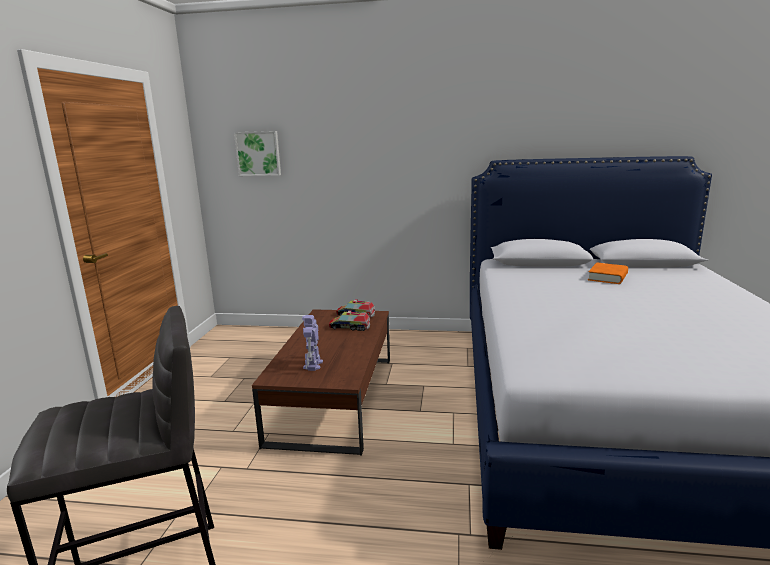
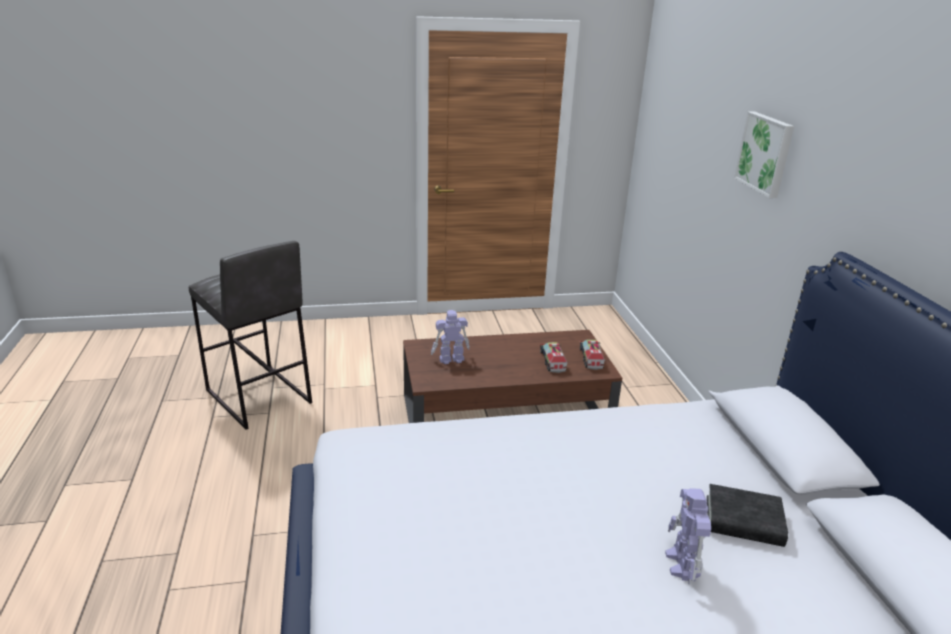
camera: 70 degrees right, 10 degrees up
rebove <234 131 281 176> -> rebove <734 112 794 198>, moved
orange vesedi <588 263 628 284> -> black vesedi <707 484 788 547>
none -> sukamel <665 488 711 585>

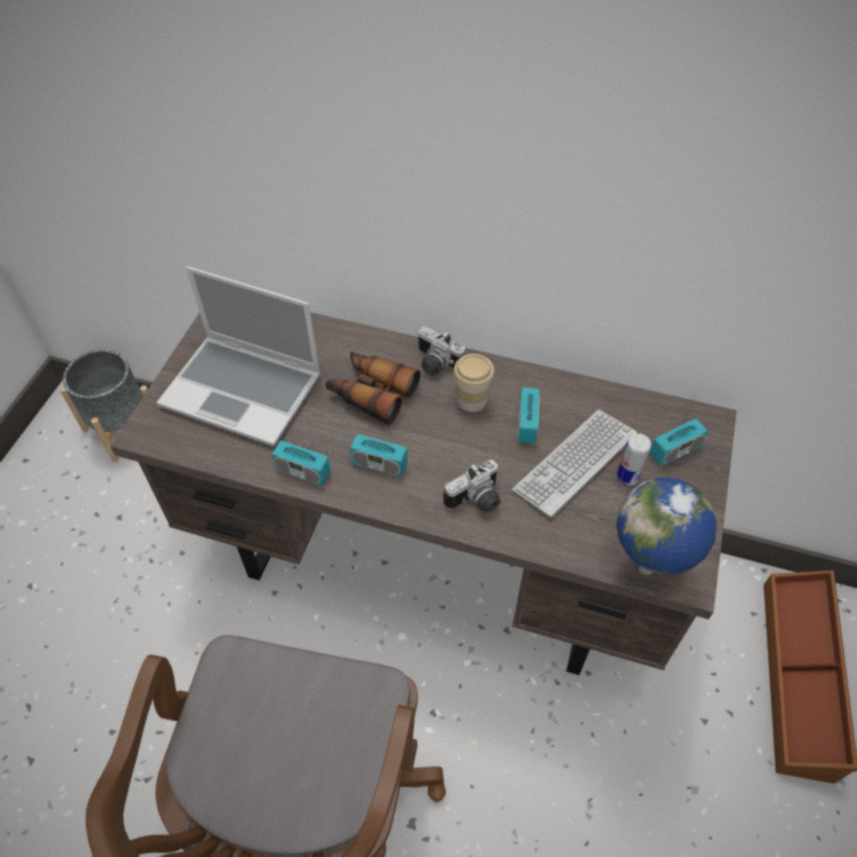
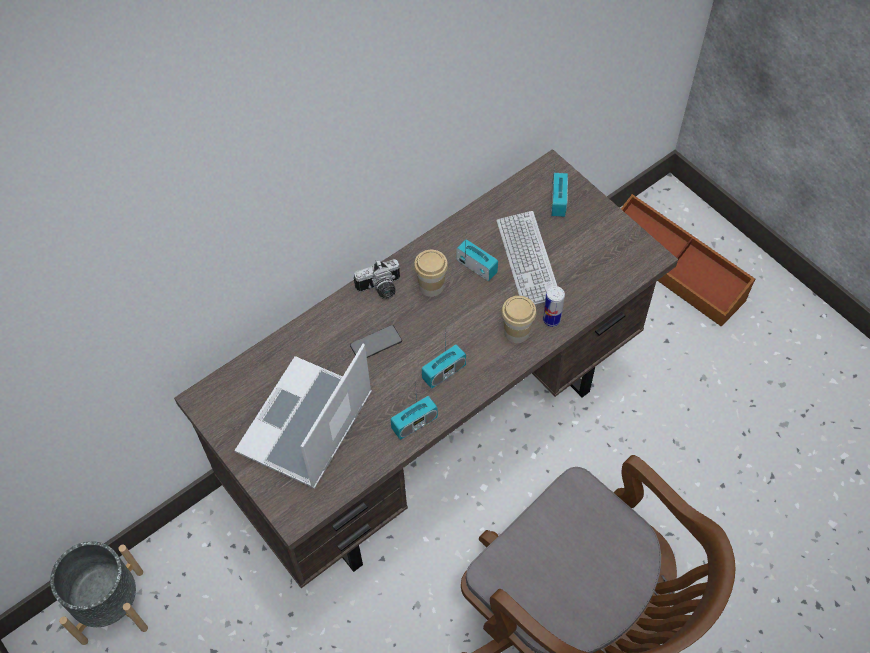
camera: 55 degrees left, 5 degrees up
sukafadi <156 266 321 447> -> sukafadi <234 344 372 489>, 150 degrees clockwise
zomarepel <326 352 421 425> -> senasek <350 325 402 358>
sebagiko <617 433 651 486> -> sebagiko <543 286 565 327>, moved
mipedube <443 460 501 513> -> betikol <501 296 537 343>
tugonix <616 477 717 575> -> none

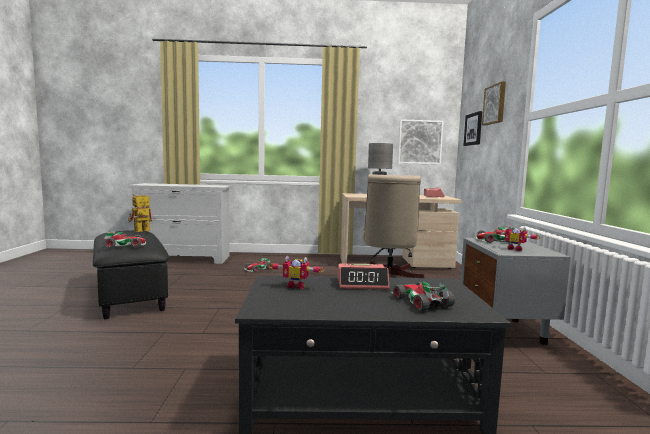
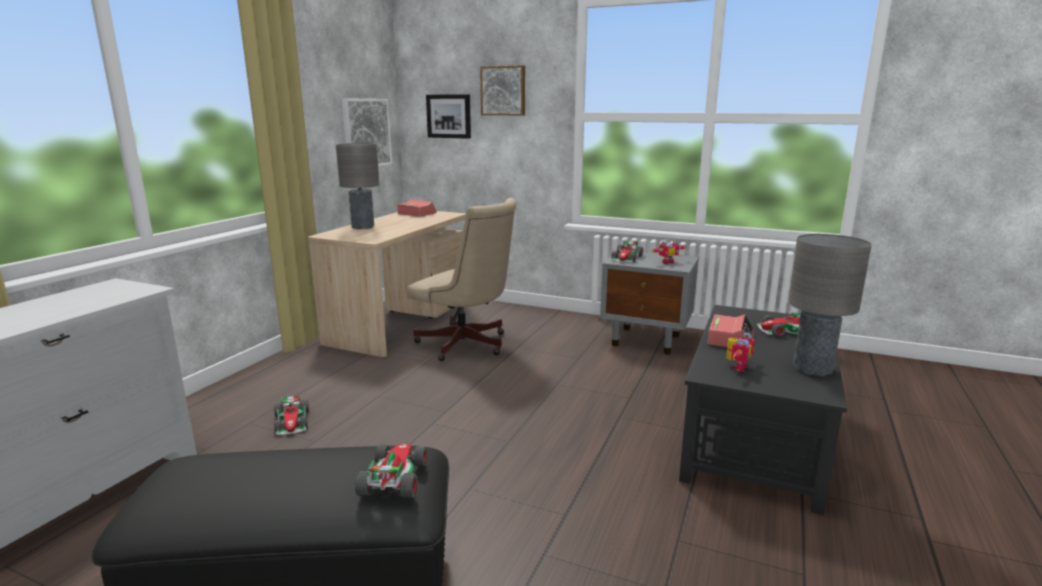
camera: 65 degrees left, 10 degrees up
sukamel <128 194 152 232> -> none
none -> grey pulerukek <788 234 872 377>

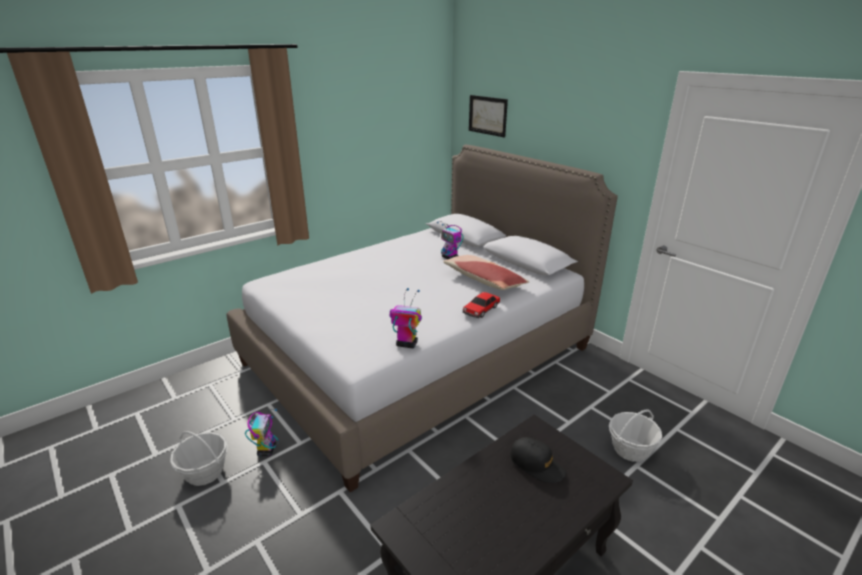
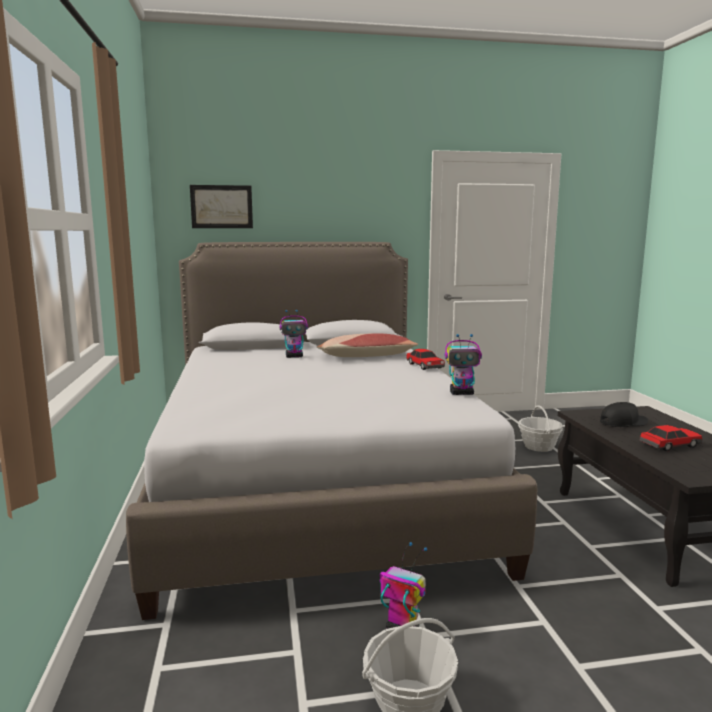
camera: 60 degrees left, 15 degrees down
sukamel <390 288 422 348> -> sukamel <444 334 482 395>, 135 degrees counterclockwise
none -> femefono <640 425 702 451>

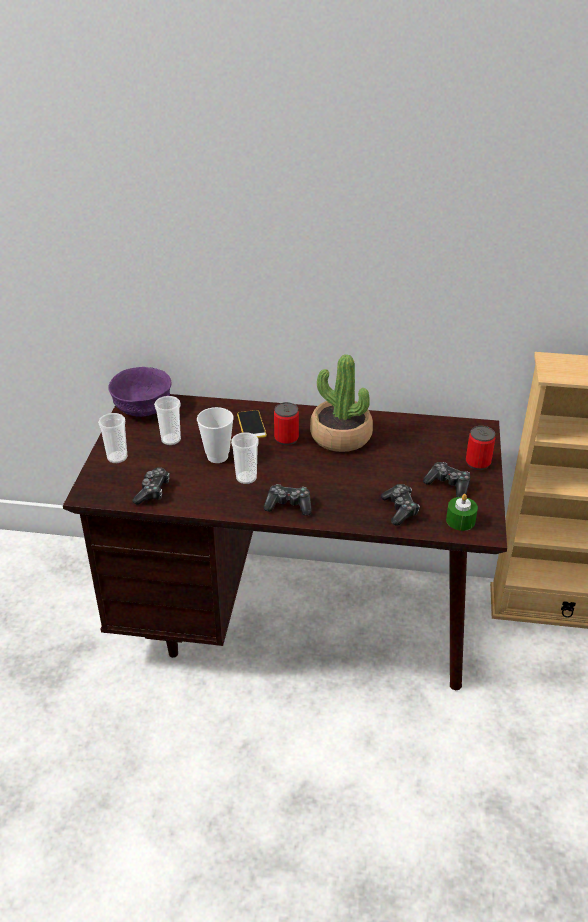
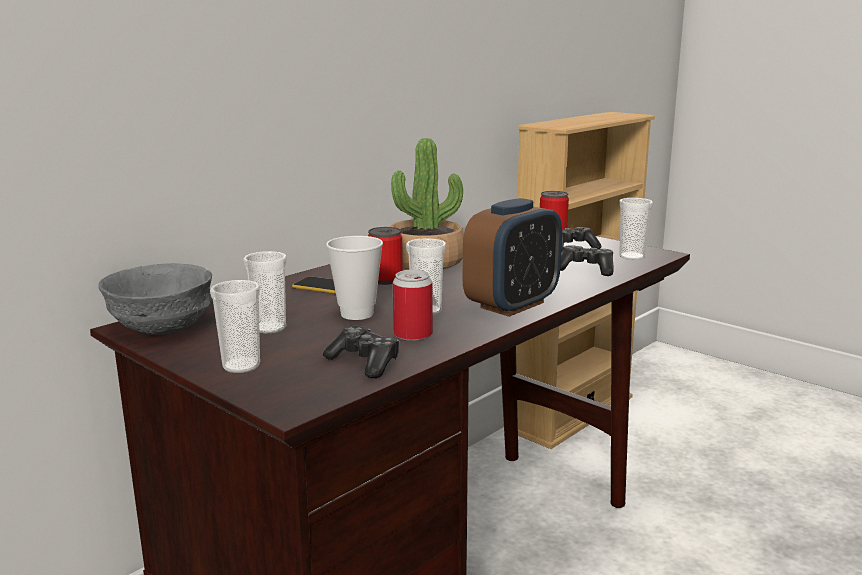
camera: 55 degrees left, 20 degrees down
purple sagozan <109 367 171 417> -> grey sagozan <98 263 212 335>
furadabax <263 484 312 516> -> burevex <462 198 562 317>
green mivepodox <446 494 478 531> -> betikol <619 198 653 260>
none -> sebagiko <393 270 433 341>

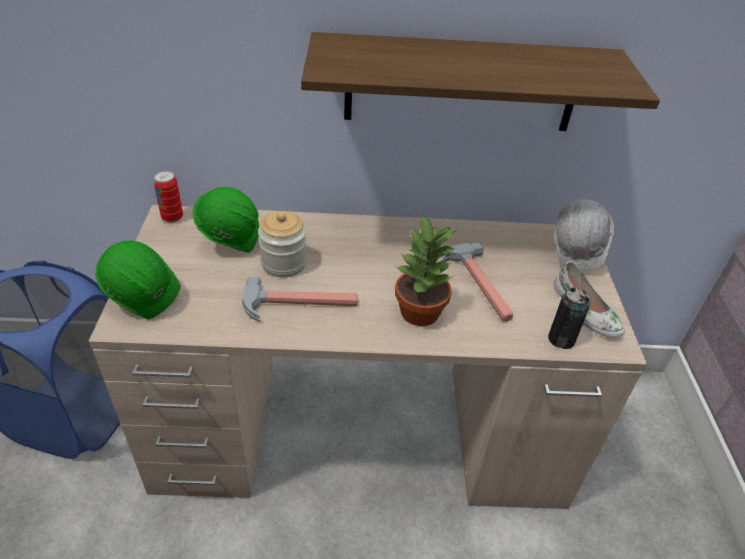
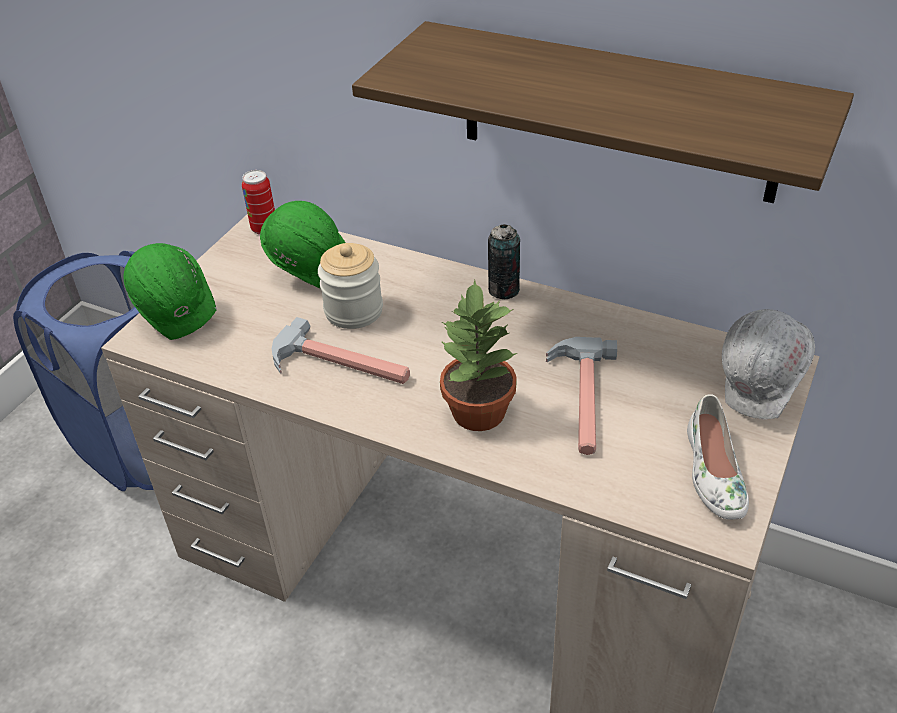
camera: 30 degrees right, 0 degrees up
sebagiko <548 288 590 349> -> sebagiko <488 224 520 299>, moved

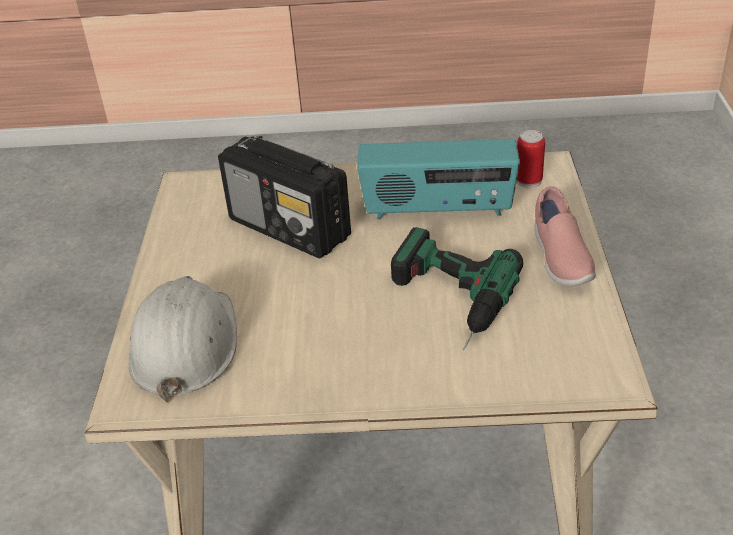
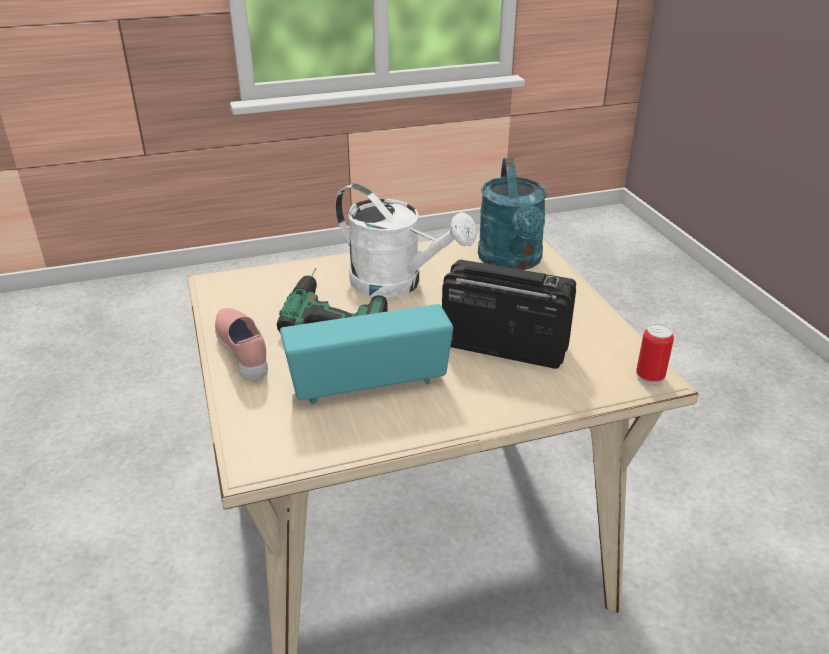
camera: 160 degrees right, 5 degrees down
sebagiko <517 130 545 188> -> sebagiko <636 324 674 385>, moved
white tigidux <129 276 237 402> -> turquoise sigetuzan <478 158 547 270>
none -> white sigetuzan <335 184 477 297>

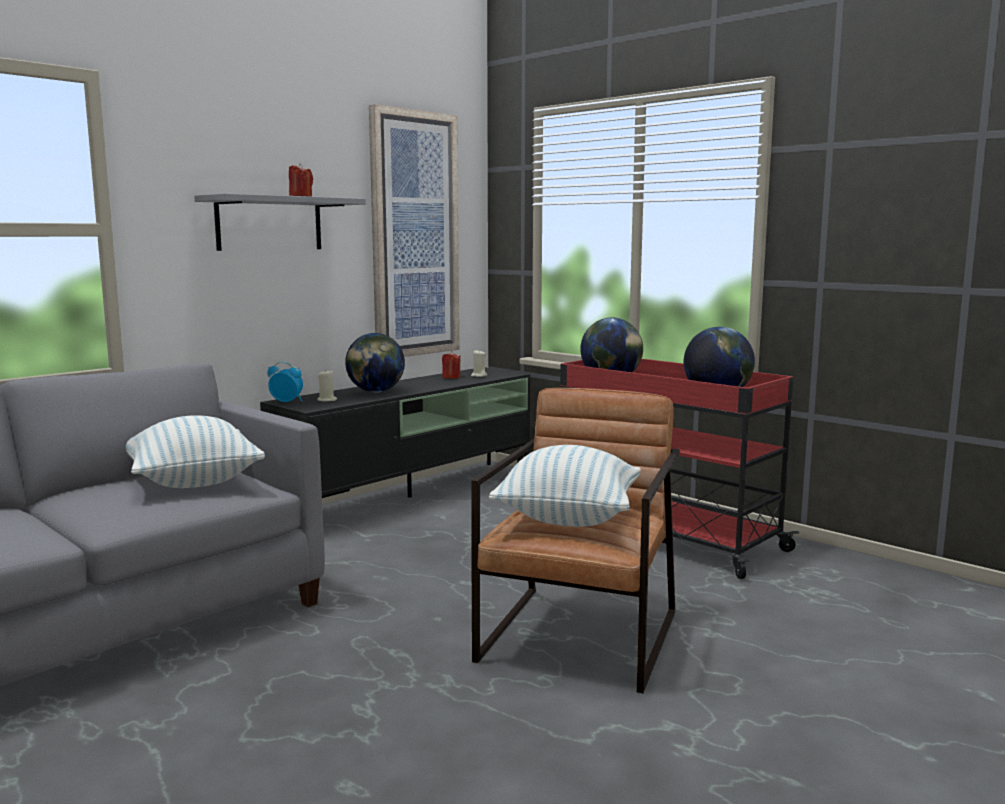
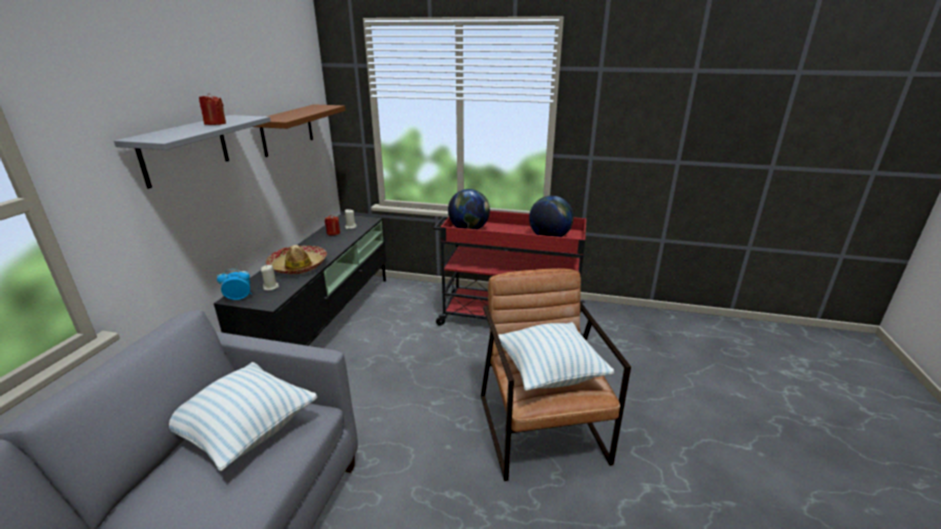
camera: 30 degrees left, 15 degrees up
rebove <369 104 459 357> -> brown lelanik <253 104 346 157>
tugonix <345 333 405 393> -> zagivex <266 245 327 274>

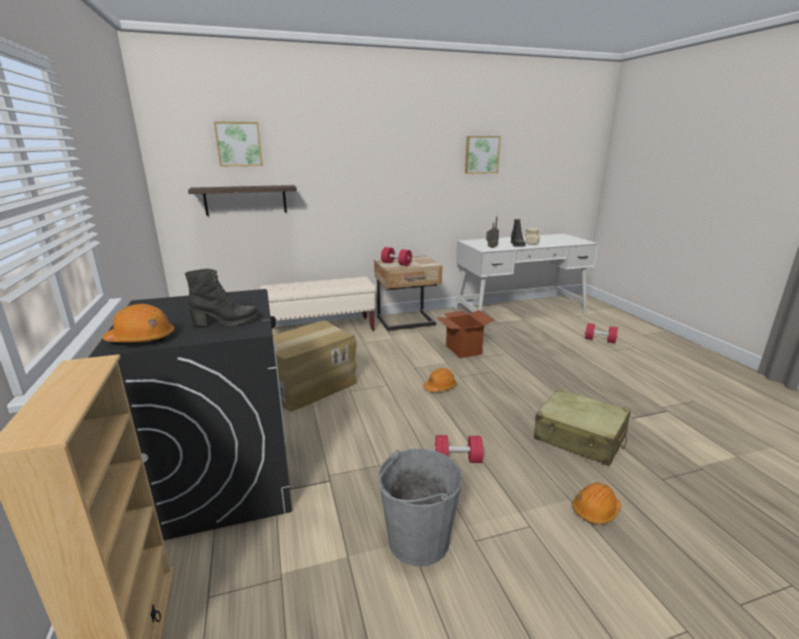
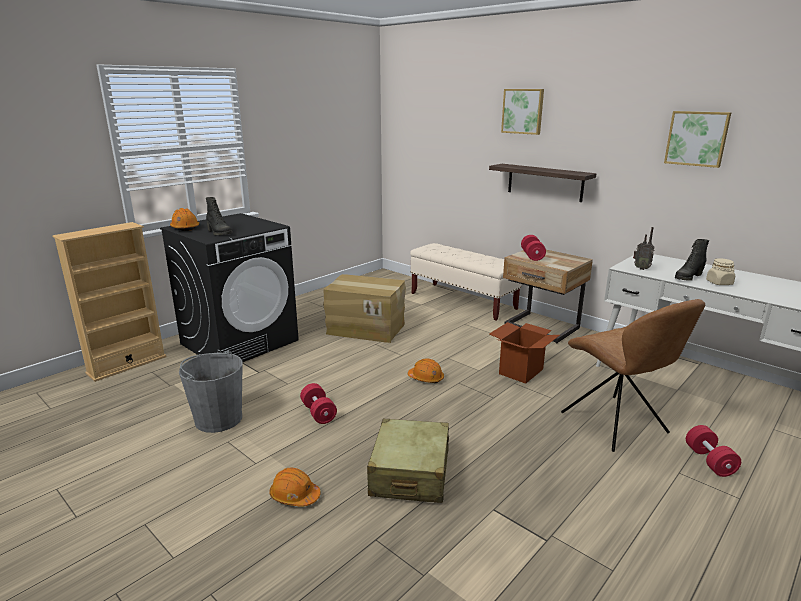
camera: 60 degrees right, 0 degrees up
rebove <214 122 263 166> -> rebove <501 89 544 135>, moved
lelanik <188 185 297 216> -> lelanik <489 164 597 202>, moved
none -> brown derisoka <561 299 705 452>

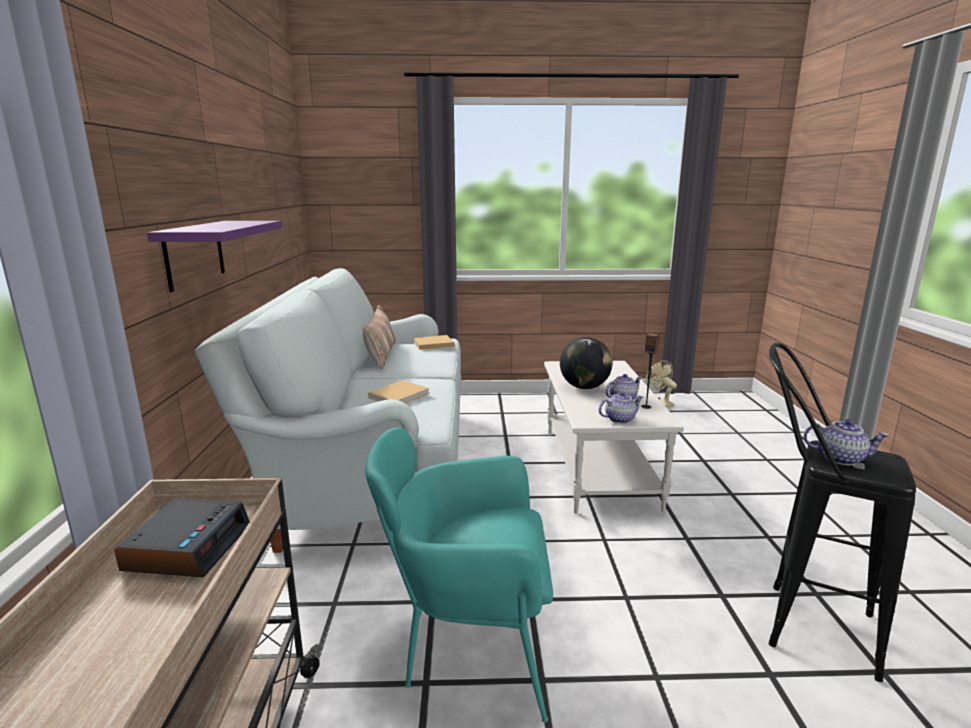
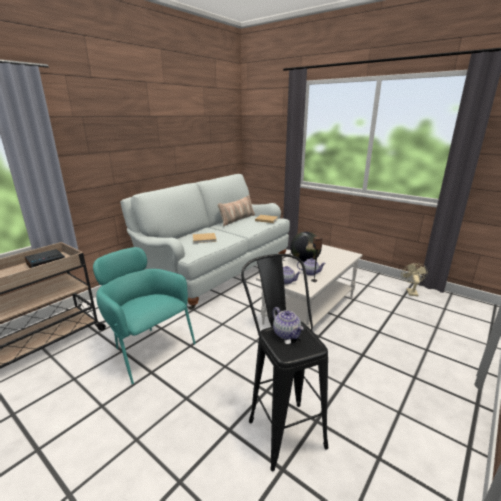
camera: 40 degrees right, 5 degrees up
purple lelanik <147 221 282 292> -> none

